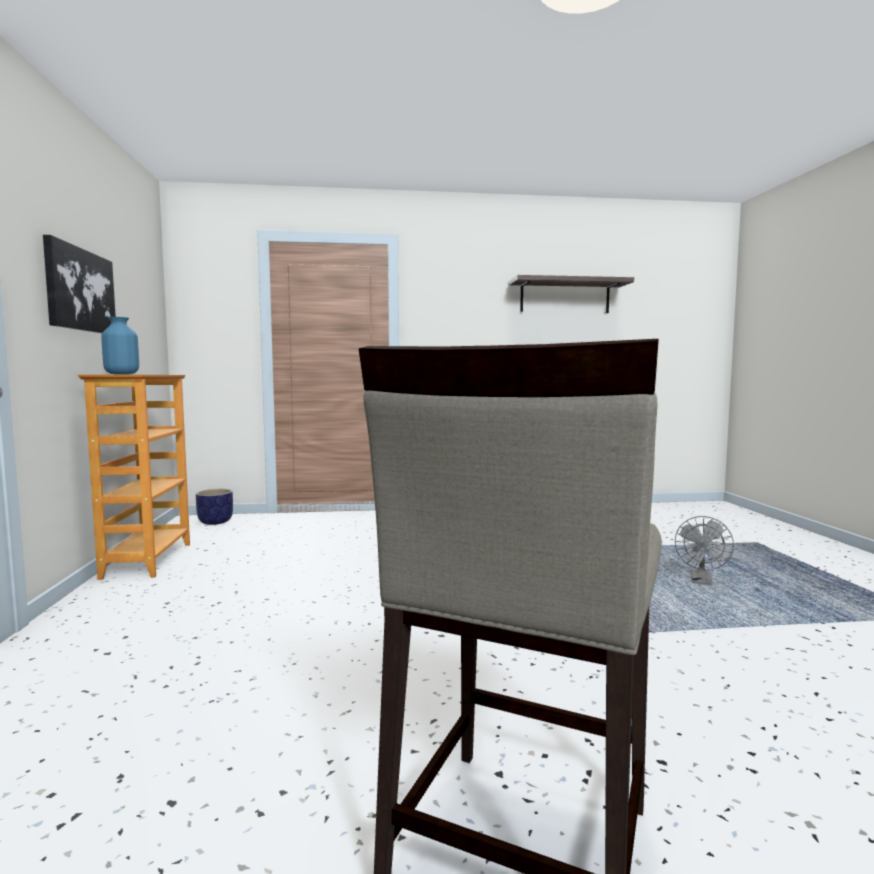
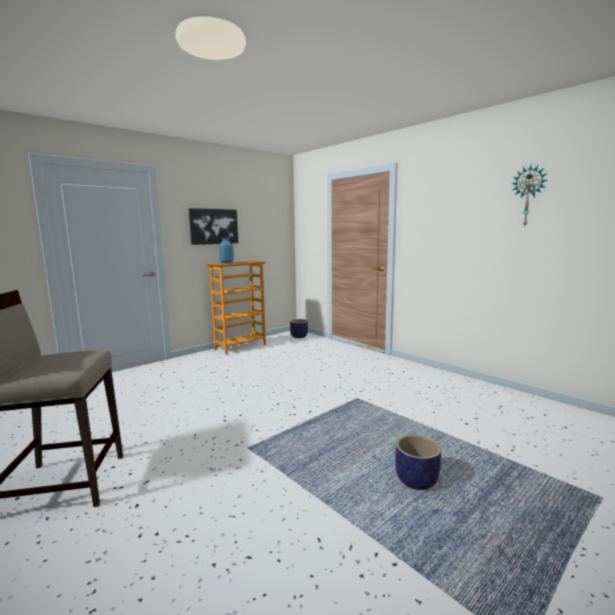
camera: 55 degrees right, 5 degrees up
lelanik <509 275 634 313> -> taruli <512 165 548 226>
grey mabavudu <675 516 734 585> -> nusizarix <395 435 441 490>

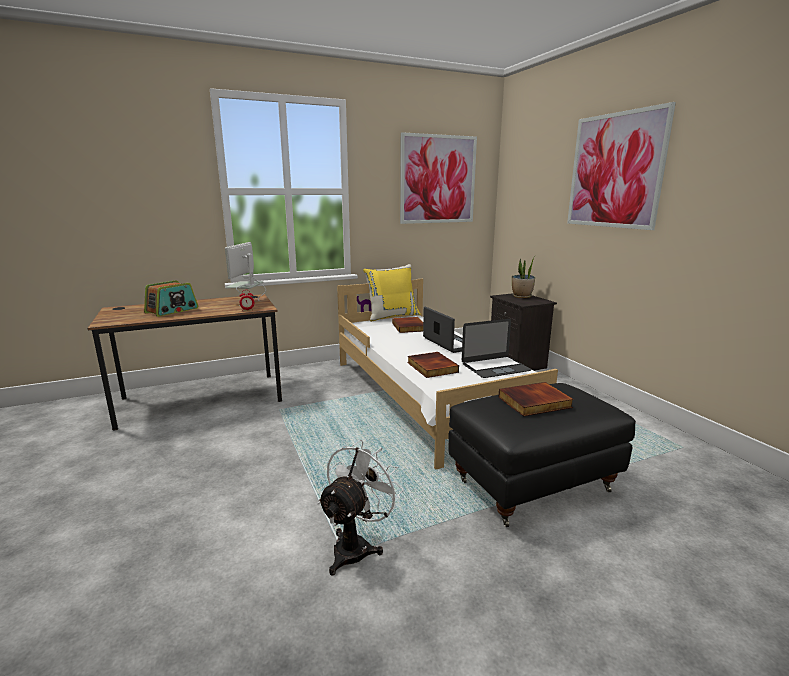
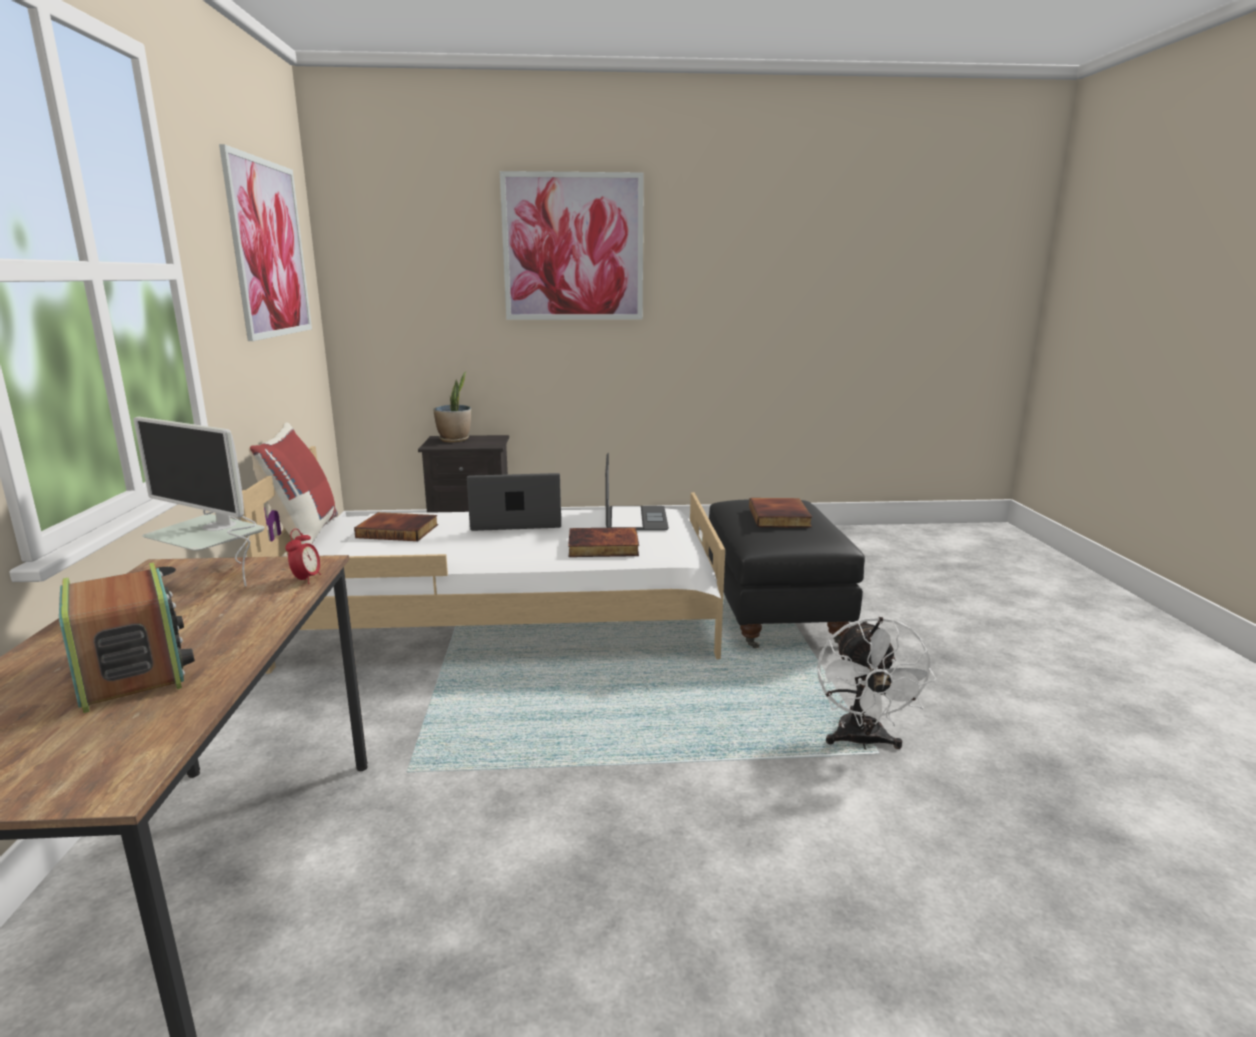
camera: 70 degrees left, 0 degrees up
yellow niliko <363 264 421 322> -> red niliko <248 423 338 544>
white mabavudu <317 440 403 576> -> white mabavudu <817 617 937 749>, 135 degrees counterclockwise

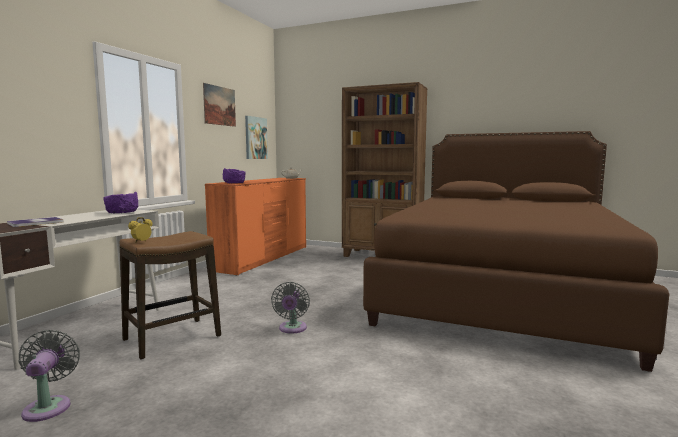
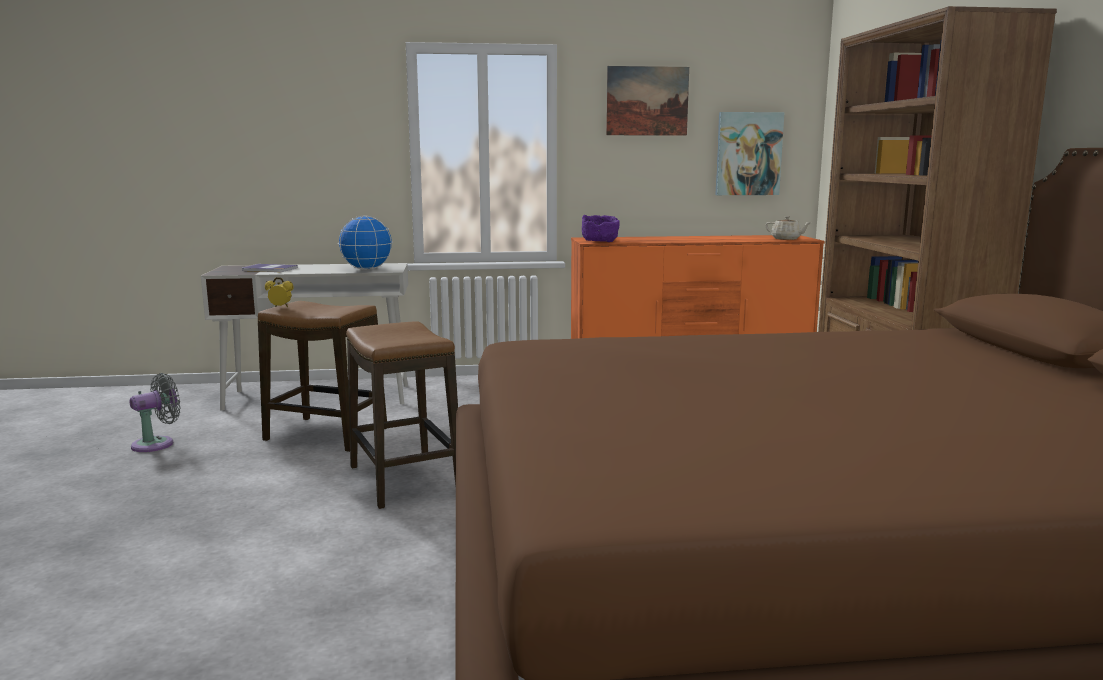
camera: 60 degrees right, 5 degrees up
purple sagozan <103 192 138 214> -> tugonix <338 216 393 270>
grey mabavudu <271 282 310 333> -> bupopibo <346 321 458 509>

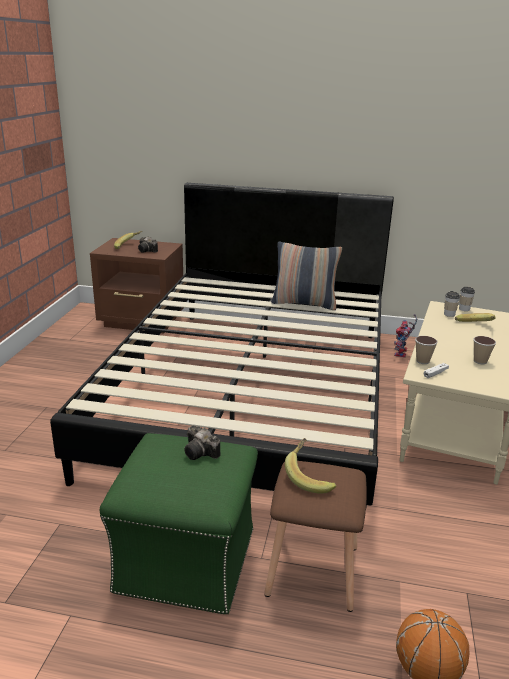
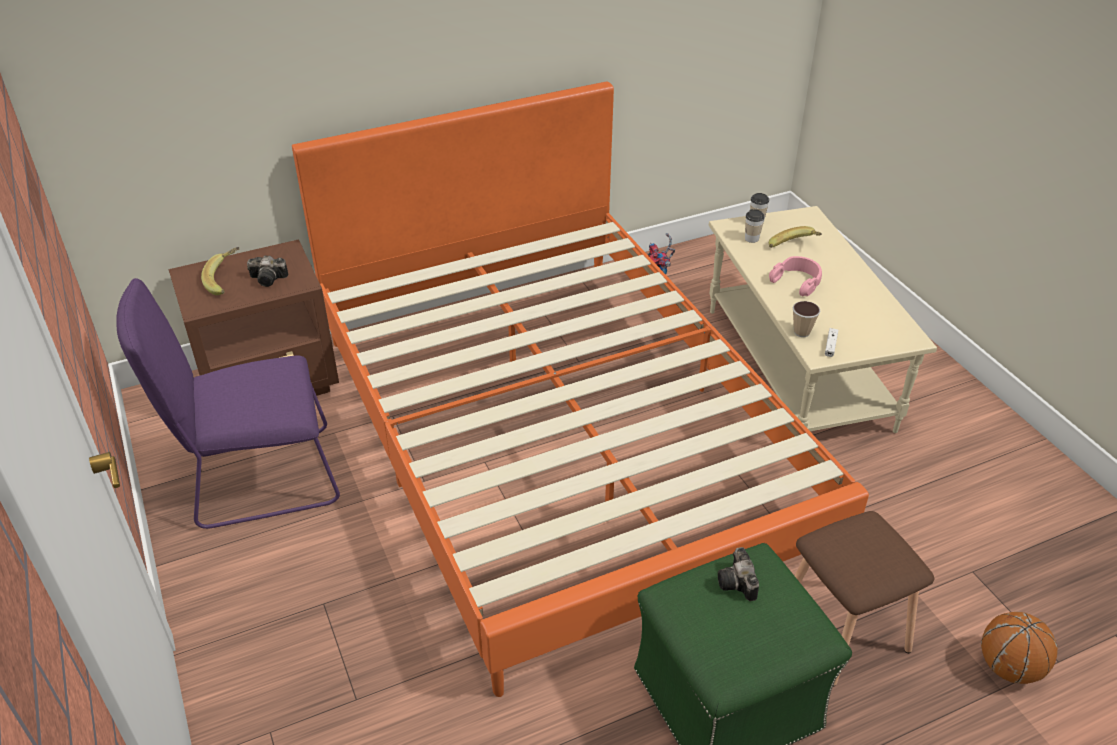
camera: 35 degrees left, 15 degrees up
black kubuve <50 183 394 507> -> orange kubuve <292 81 869 697>
niliko <271 242 342 310> -> none
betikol <473 336 496 364> -> none
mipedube <184 426 220 460> -> mipedube <718 547 759 601>, 75 degrees clockwise
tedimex <285 438 336 494> -> none
none -> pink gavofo <769 256 822 296>
none -> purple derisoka <116 278 340 529>

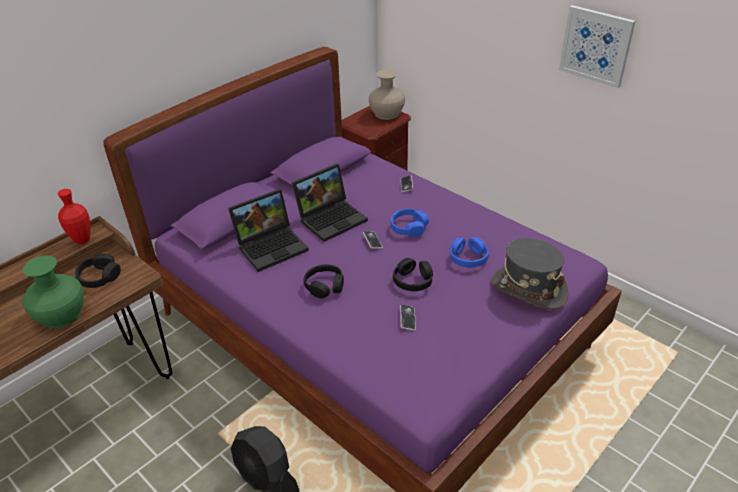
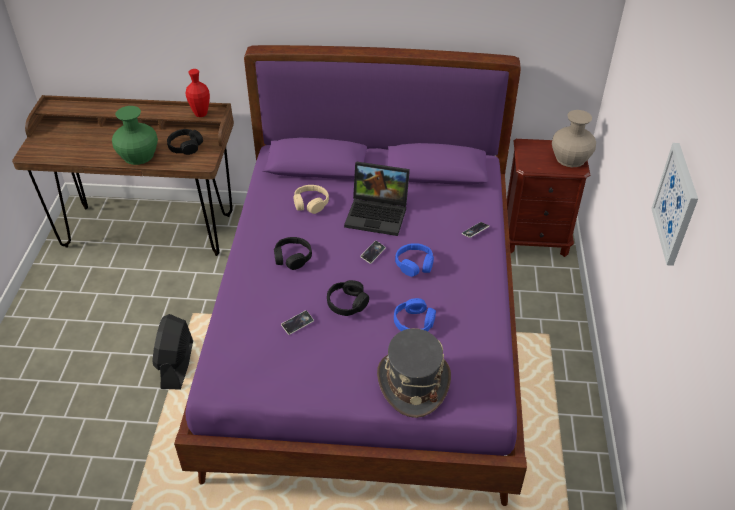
camera: 50 degrees right, 5 degrees up
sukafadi <228 189 309 272> -> beige gavofo <293 185 329 214>

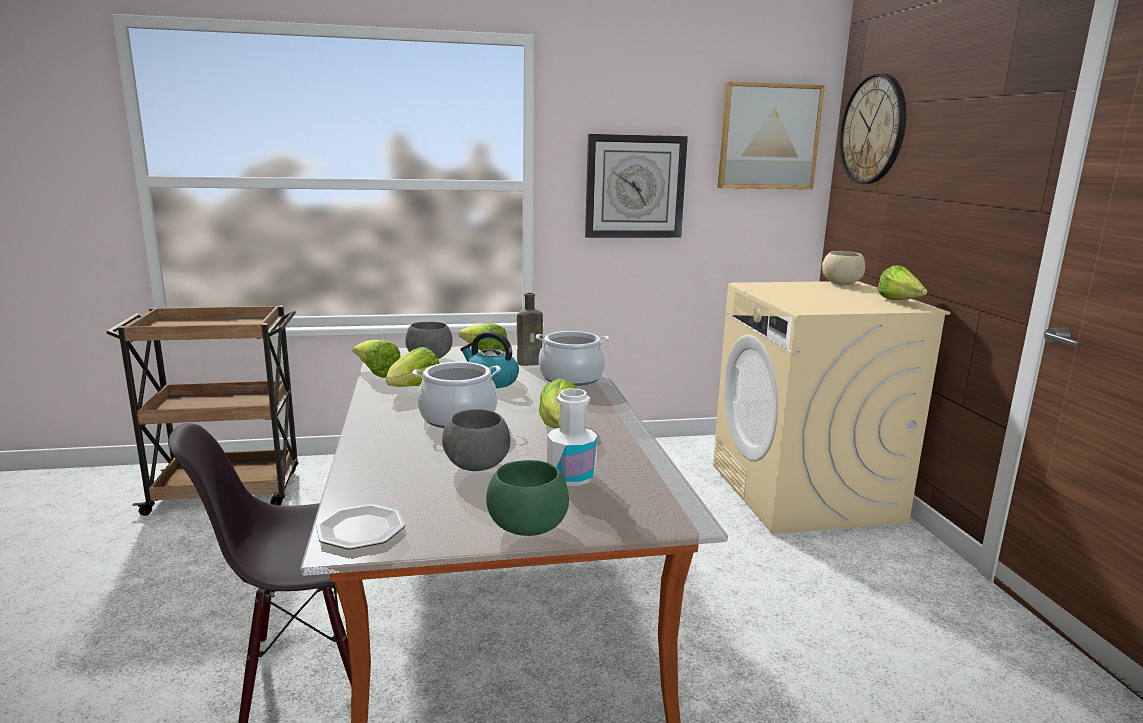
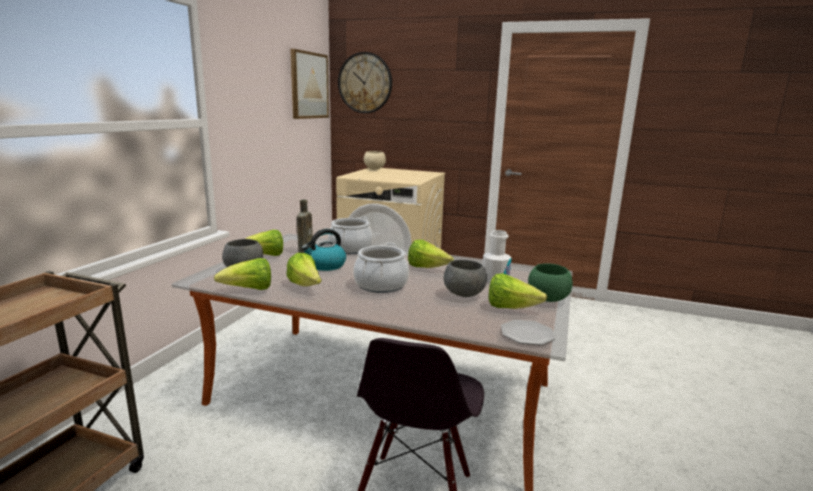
camera: 60 degrees left, 0 degrees up
taruli <585 134 688 238> -> none
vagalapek <877 265 928 300> -> vagalapek <489 273 548 309>, moved

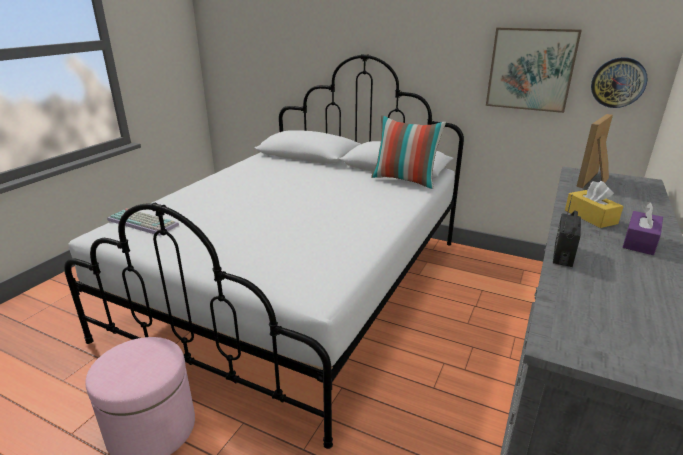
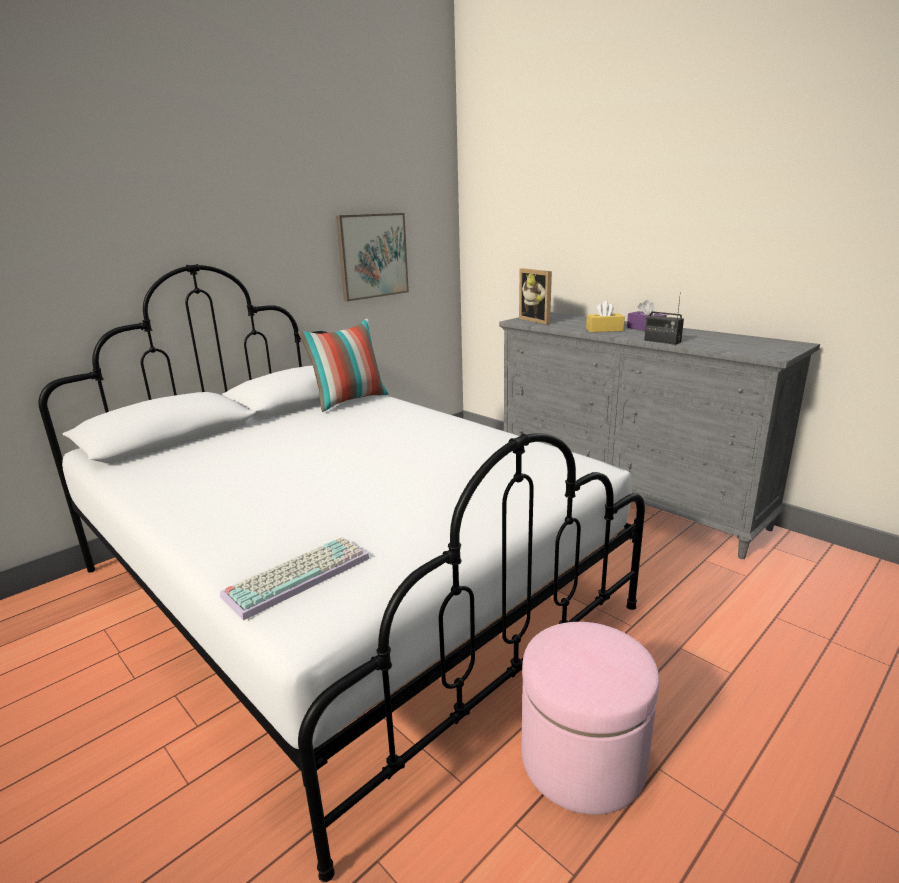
camera: 70 degrees left, 5 degrees down
taruli <591 57 648 108> -> none

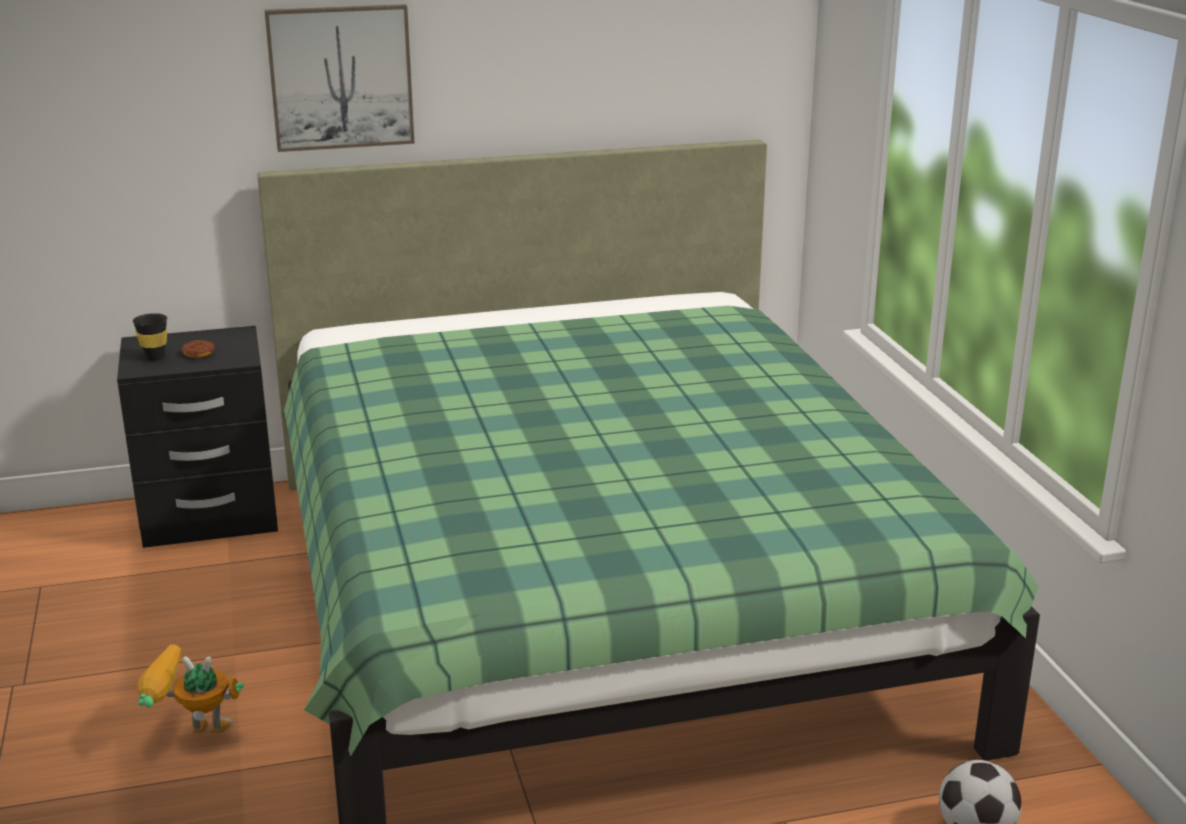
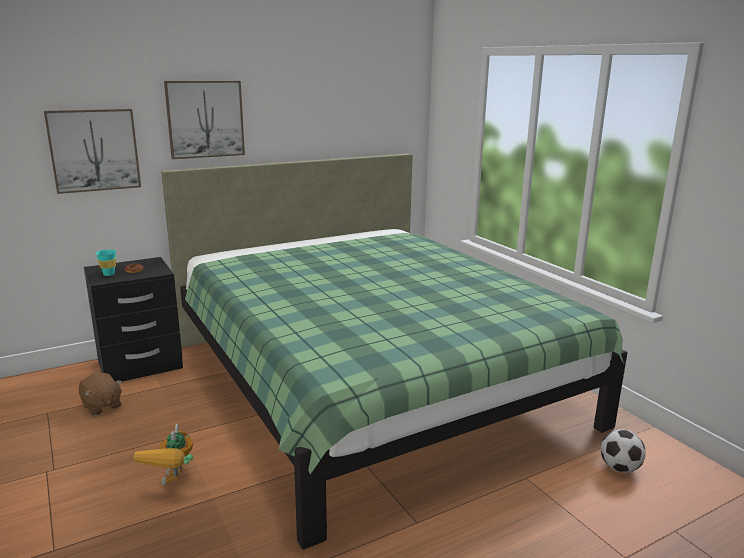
camera: 15 degrees left, 5 degrees down
black betikol <133 313 168 361> -> turquoise betikol <96 250 116 276>
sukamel <137 645 244 733> -> sukamel <134 424 193 485>, 75 degrees counterclockwise
none -> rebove <44 109 141 194>
none -> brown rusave <79 373 122 415>

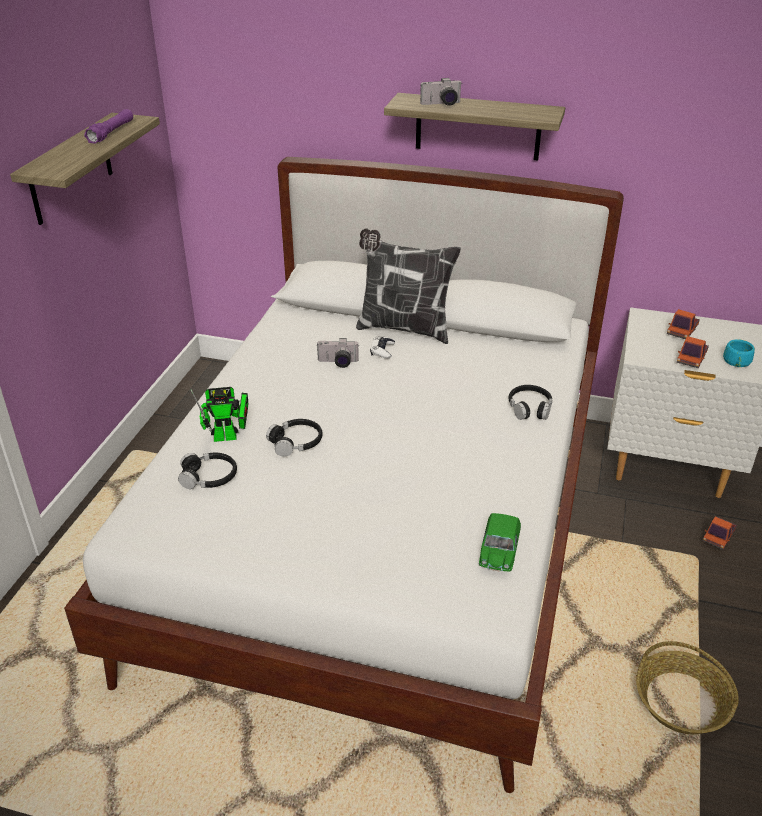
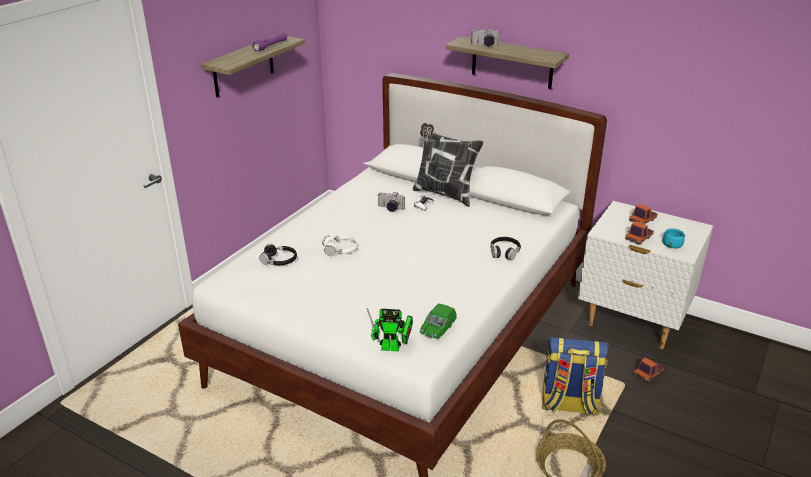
camera: 15 degrees right, 5 degrees down
sukamel <191 387 248 442> -> sukamel <367 308 413 352>, moved
black gavofo <266 419 323 457> -> white gavofo <322 235 358 256>
none -> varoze <542 337 609 416>

